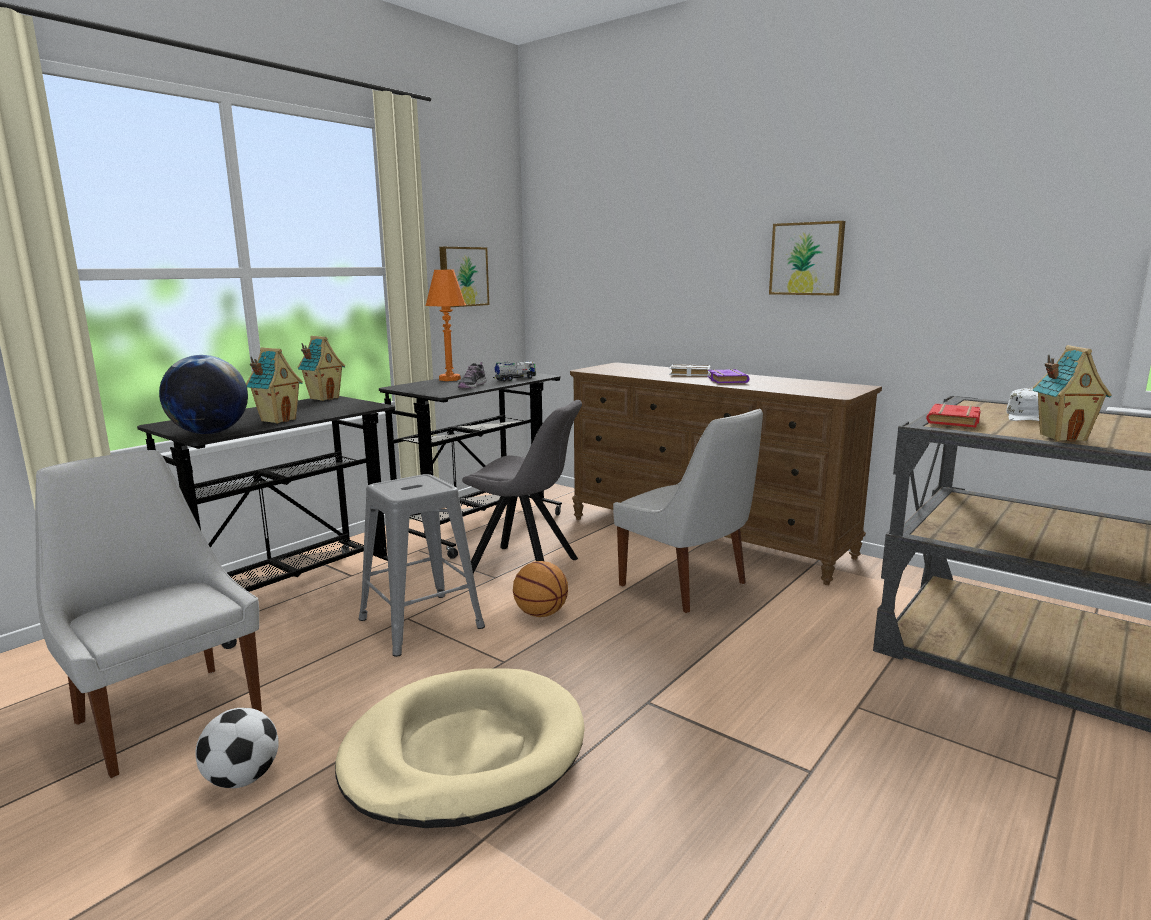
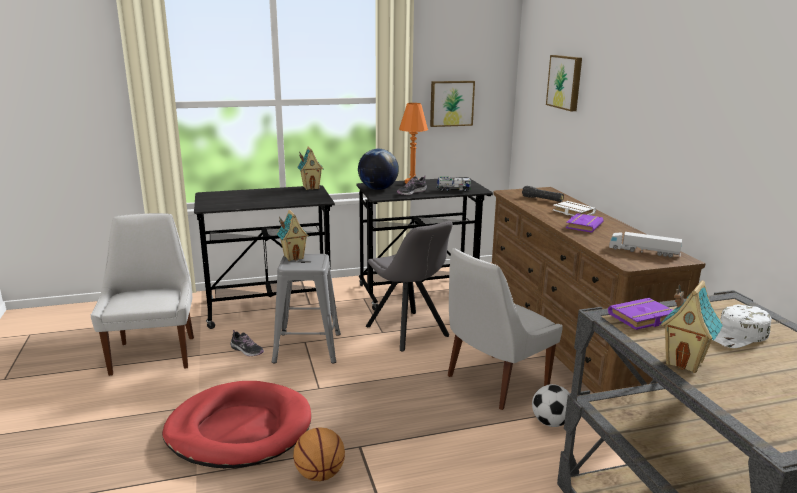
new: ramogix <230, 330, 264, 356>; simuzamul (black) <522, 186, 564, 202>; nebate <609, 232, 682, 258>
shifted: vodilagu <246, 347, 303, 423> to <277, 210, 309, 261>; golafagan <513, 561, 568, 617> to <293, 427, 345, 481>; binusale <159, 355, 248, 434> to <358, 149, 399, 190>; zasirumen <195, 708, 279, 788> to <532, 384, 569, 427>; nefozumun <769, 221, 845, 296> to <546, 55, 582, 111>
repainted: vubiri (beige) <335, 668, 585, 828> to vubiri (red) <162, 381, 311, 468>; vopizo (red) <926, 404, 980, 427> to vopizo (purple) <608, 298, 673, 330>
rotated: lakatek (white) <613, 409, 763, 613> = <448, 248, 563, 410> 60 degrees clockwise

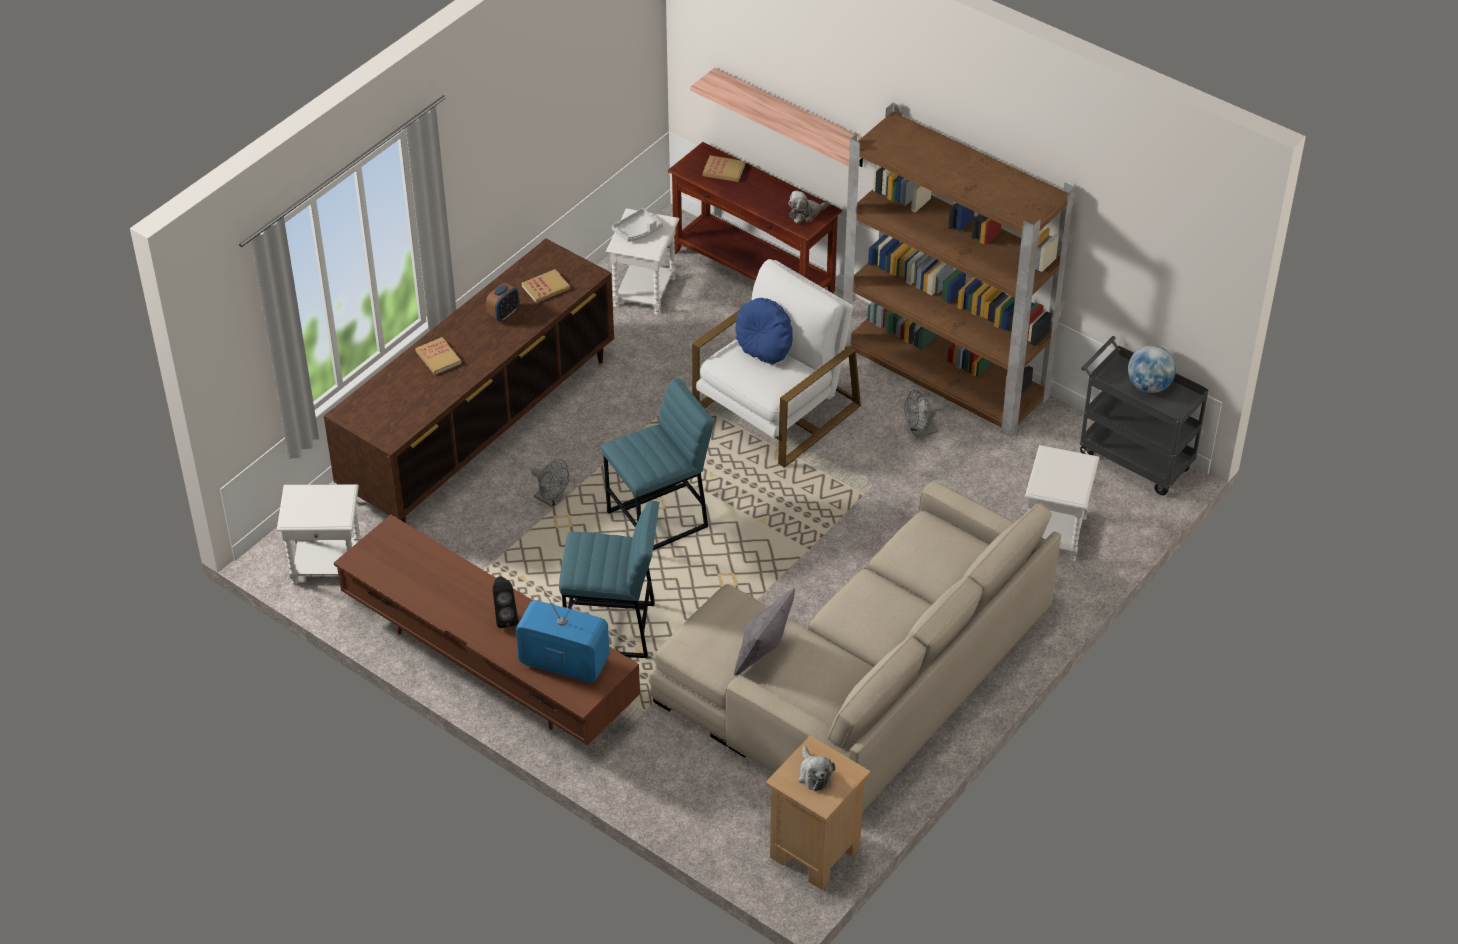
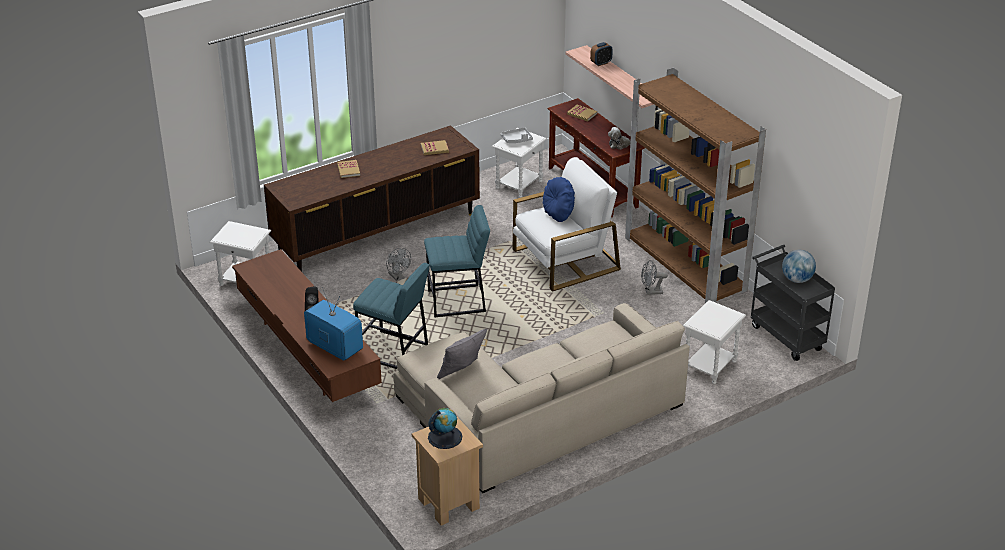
shifted: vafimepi <486, 283, 519, 322> to <590, 42, 613, 66>
swapped: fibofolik <799, 746, 835, 791> to binusale <428, 408, 462, 449>

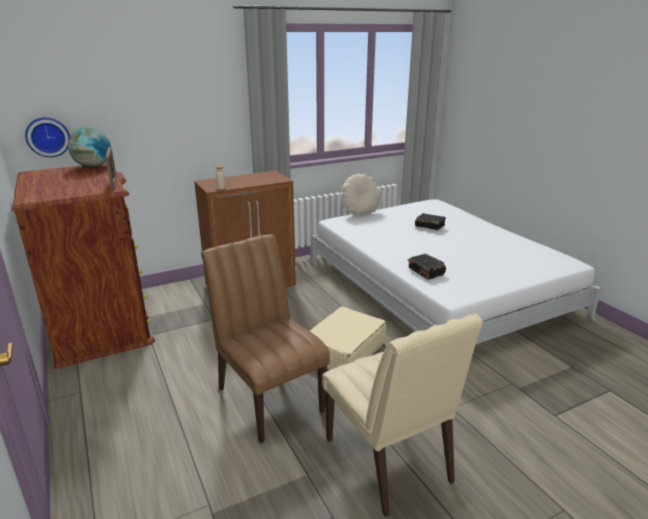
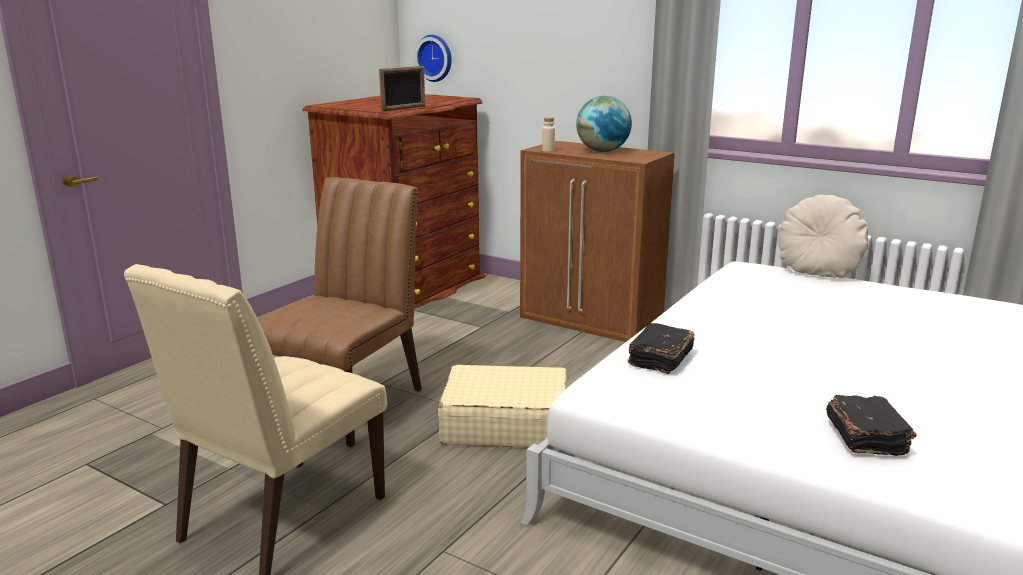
shifted: binusale <68, 127, 111, 167> to <576, 96, 632, 152>; vopizo (black) <415, 213, 446, 230> to <826, 395, 917, 456>

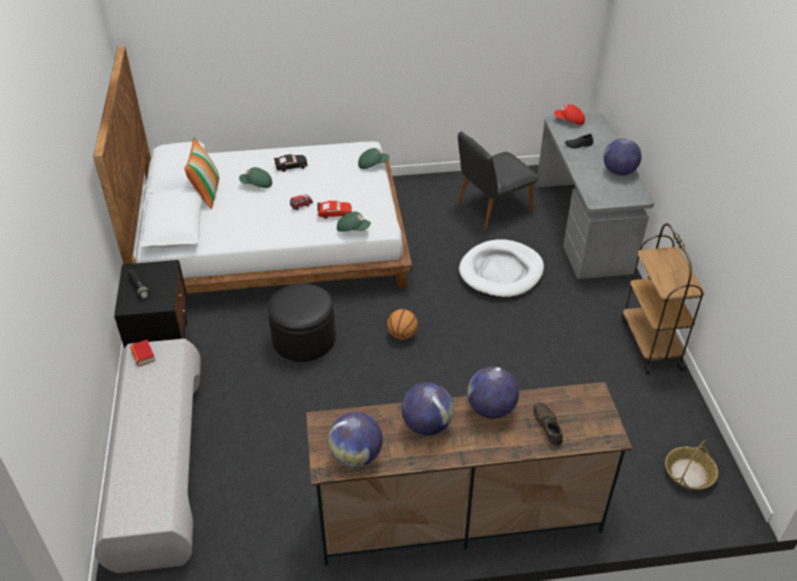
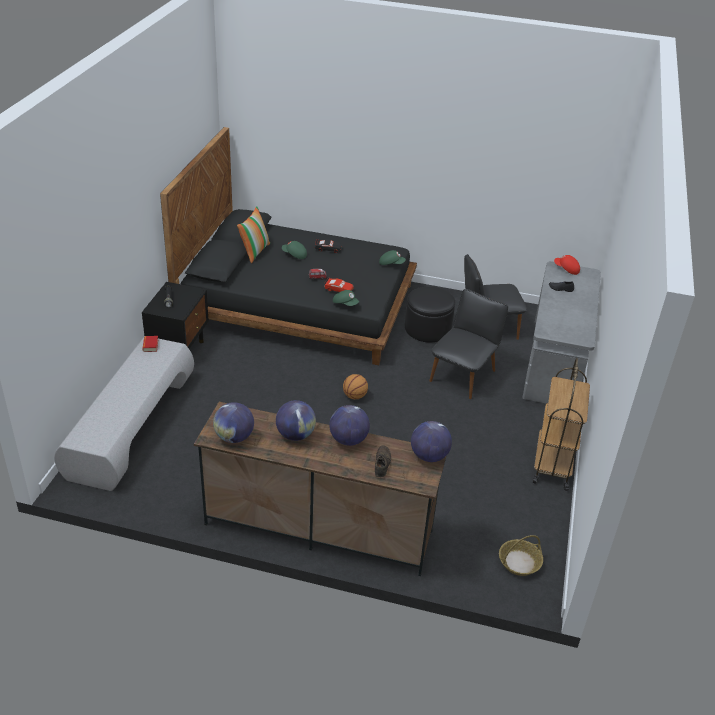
shifted: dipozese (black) <267, 283, 336, 362> to <405, 286, 455, 343>; binusale <604, 138, 641, 176> to <411, 421, 452, 462>
swapped: vubiri (white) <459, 239, 544, 298> to lakatek (black) <429, 289, 508, 399>
repainted: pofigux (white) <93, 46, 412, 293> to pofigux (black) <160, 127, 417, 365>

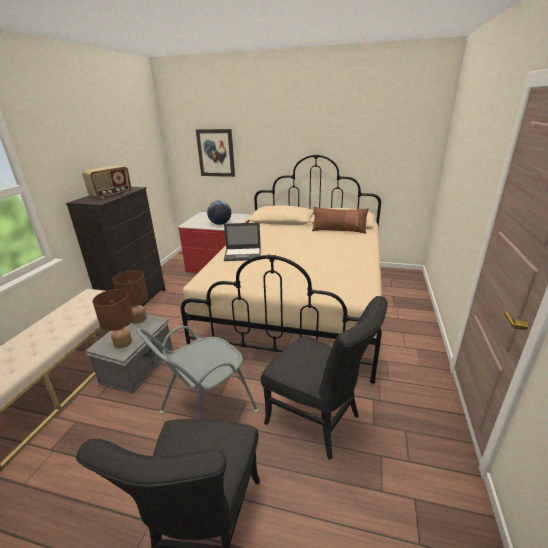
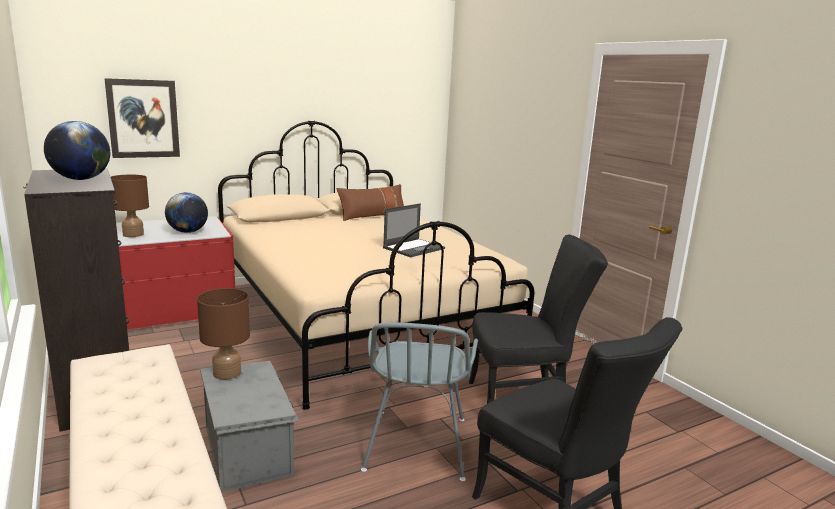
shifted: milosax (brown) <92, 289, 134, 348> to <111, 175, 149, 237>; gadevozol <224, 223, 261, 261> to <383, 203, 445, 257>
swapped: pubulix <82, 165, 131, 199> to binusale <44, 121, 110, 180>

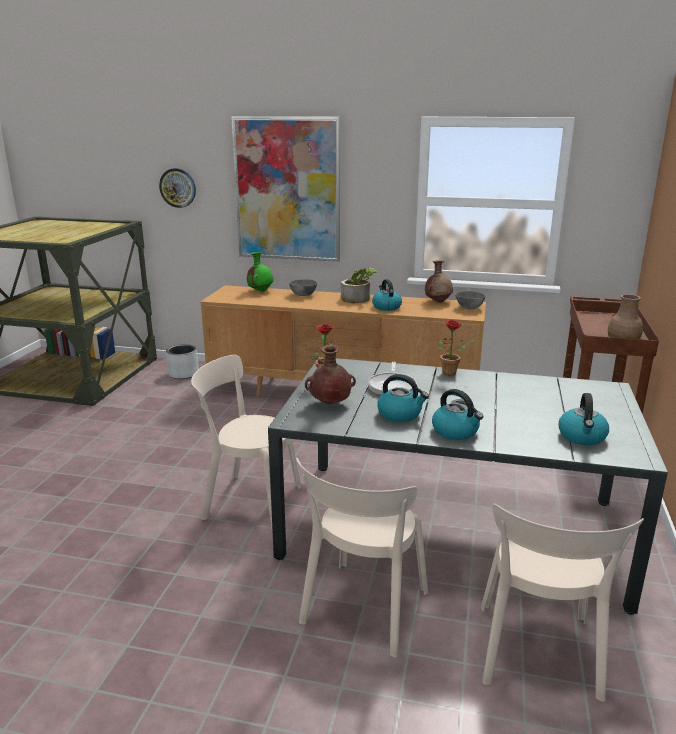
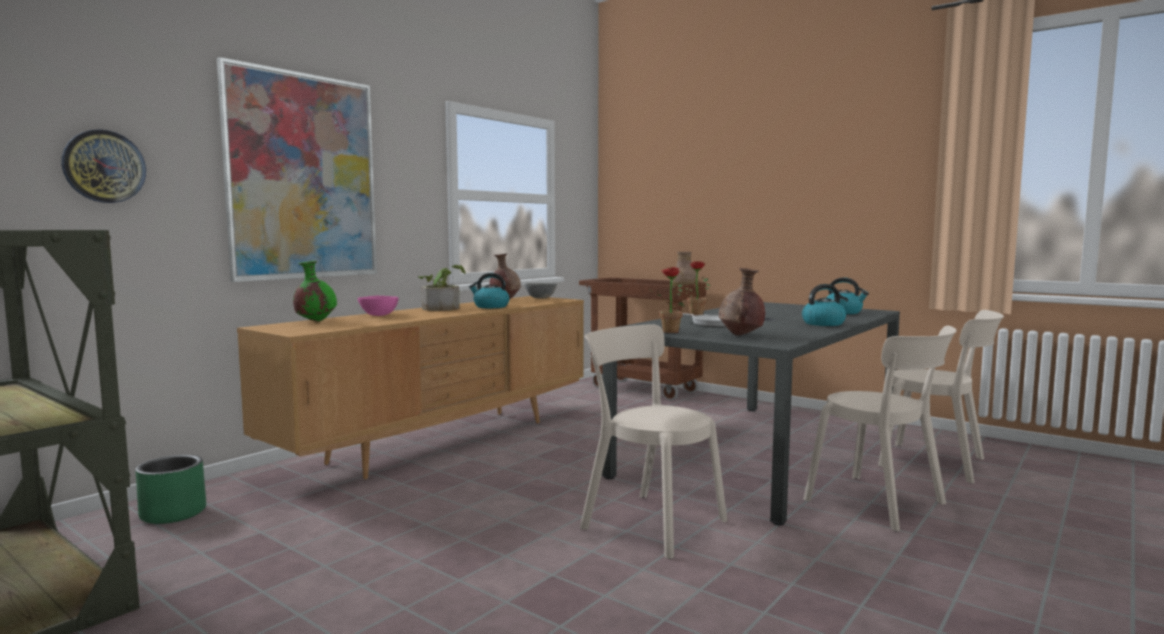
gone: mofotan <377, 374, 429, 422>
repainted: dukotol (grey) <166, 344, 199, 379> to dukotol (green) <135, 455, 206, 524>; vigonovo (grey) <289, 279, 317, 296> to vigonovo (pink) <358, 296, 398, 316>
rotated: lakatek (beige) <191, 355, 301, 529> = <580, 324, 727, 559> 90 degrees clockwise

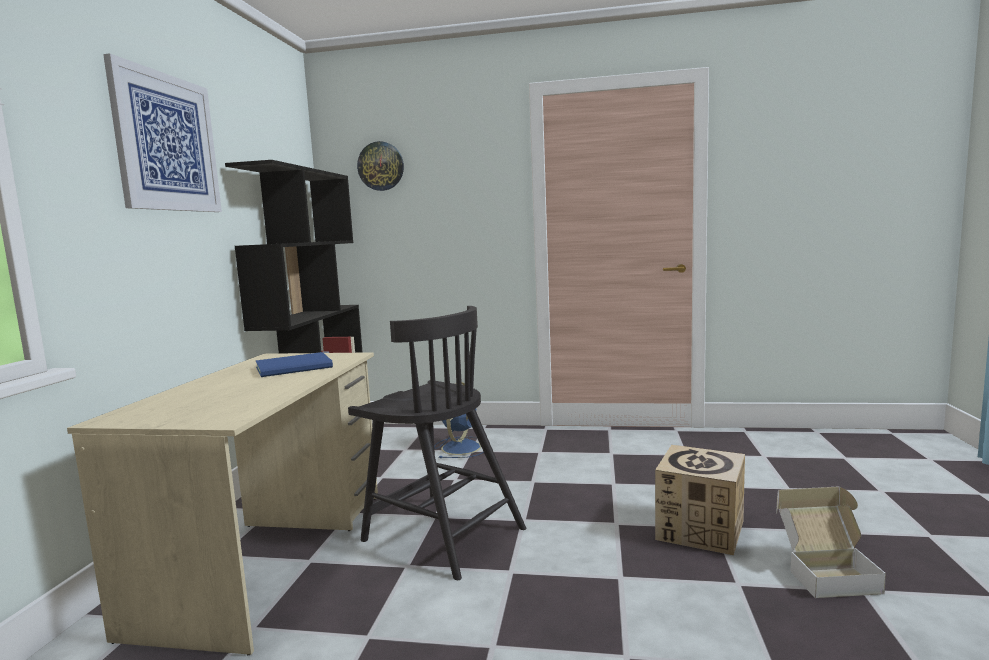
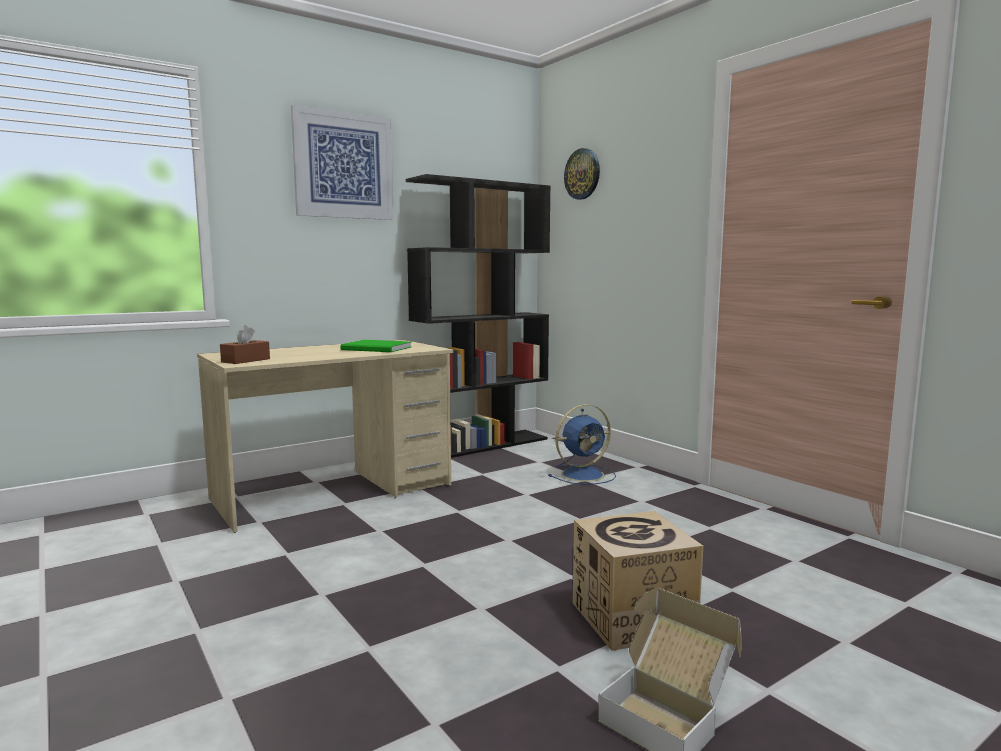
gone: lakatek (black) <348, 306, 526, 580>
new: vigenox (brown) <220, 325, 270, 364>
repainted: vopizo (blue) <256, 352, 333, 377> to vopizo (green) <340, 340, 411, 352>

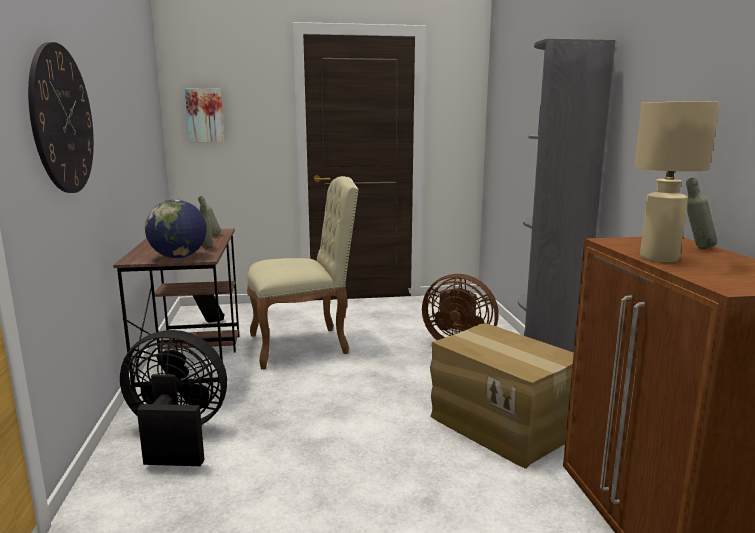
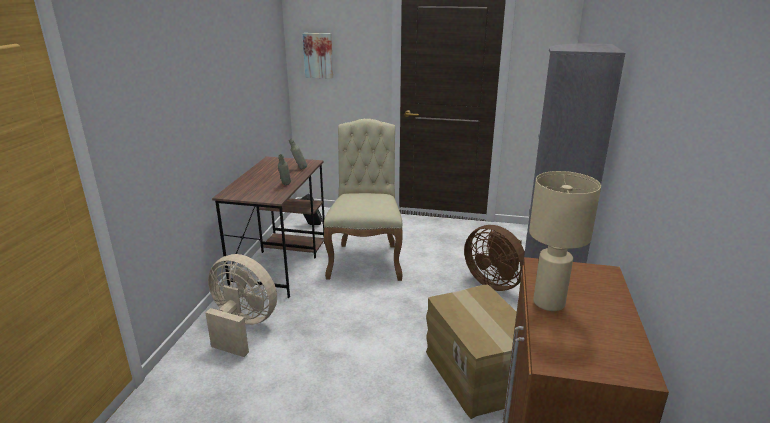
gone: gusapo <28, 42, 94, 193>; binusale <145, 199, 207, 258>; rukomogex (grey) <686, 177, 717, 249>
repainted: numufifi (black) <120, 330, 227, 466> to numufifi (beige) <205, 254, 277, 357>
rotated: lakatek (beige) <247, 176, 359, 369> = <324, 118, 402, 281> 90 degrees counterclockwise

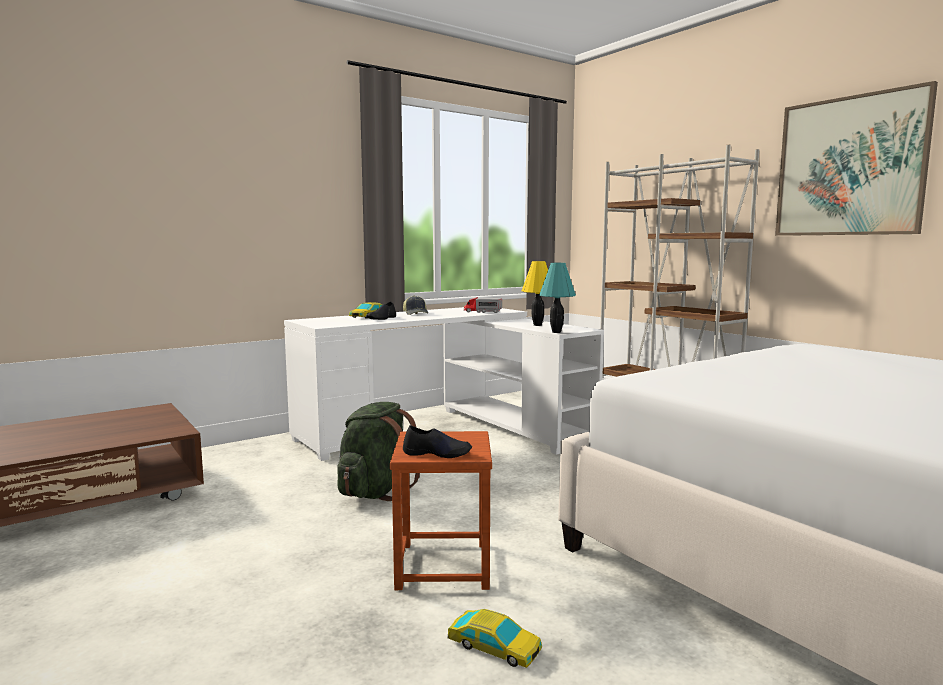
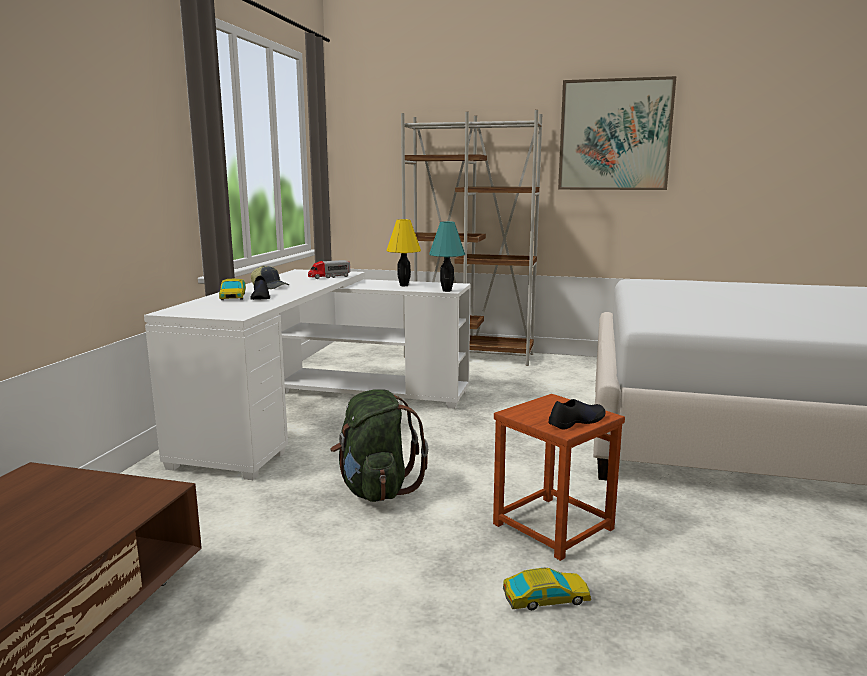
shifted: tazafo <448, 609, 542, 668> to <503, 567, 591, 610>

